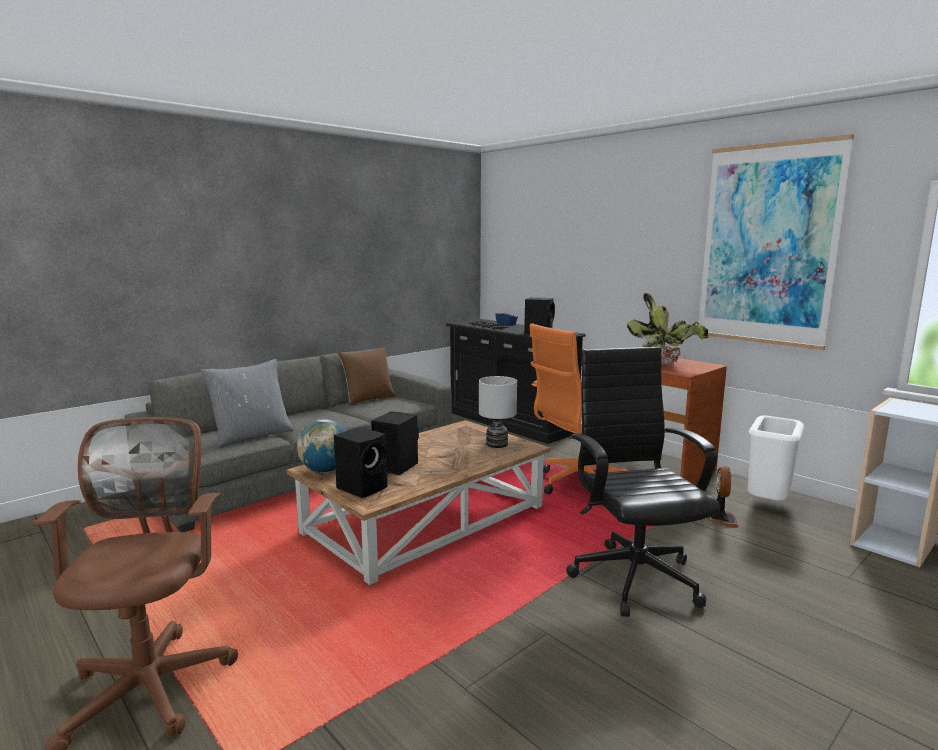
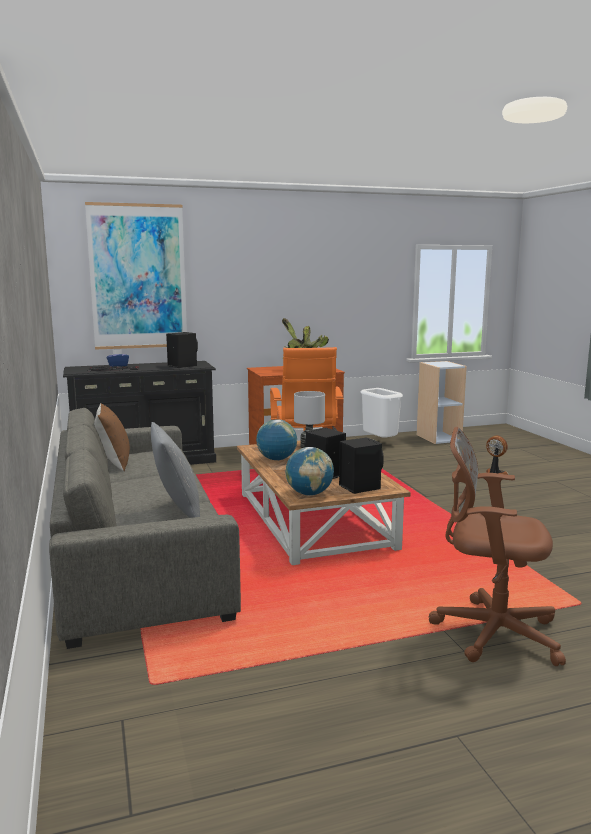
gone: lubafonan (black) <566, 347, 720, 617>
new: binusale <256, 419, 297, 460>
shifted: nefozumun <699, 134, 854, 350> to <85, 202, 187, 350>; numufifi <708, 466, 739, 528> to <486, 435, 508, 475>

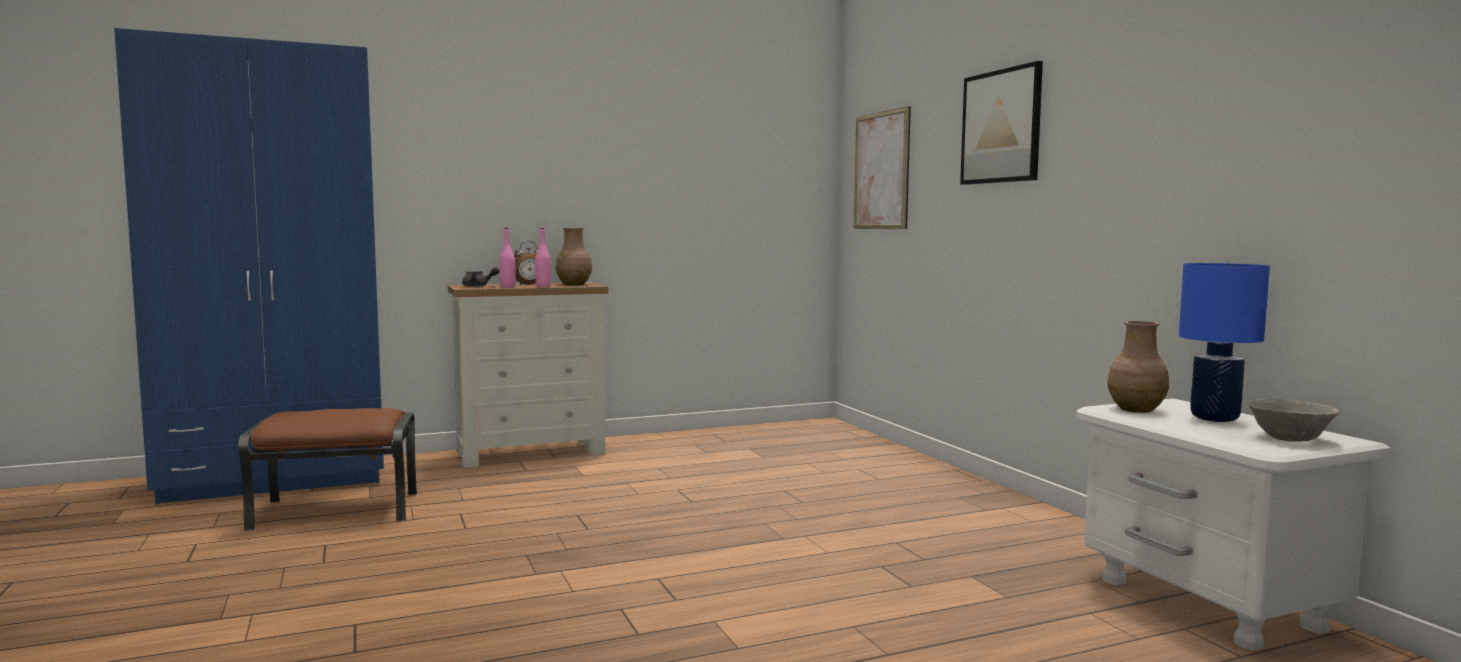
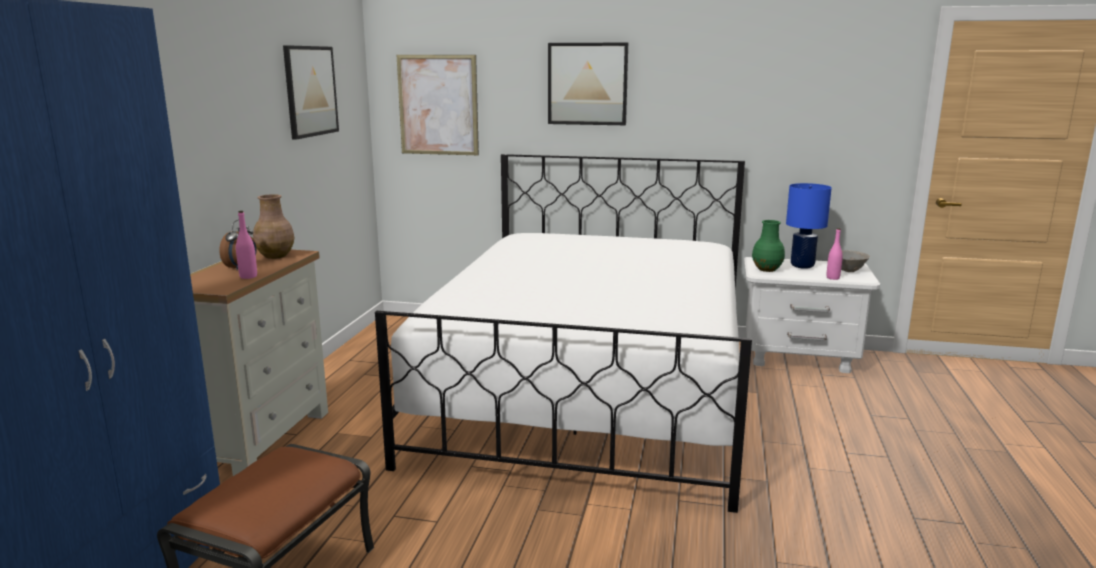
gone: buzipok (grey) <462, 267, 499, 287>
new: nefozumun <283, 45, 339, 140>; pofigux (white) <375, 154, 752, 513>
shifted: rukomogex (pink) <535, 228, 551, 287> to <827, 228, 843, 280>
repainted: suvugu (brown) <1107, 321, 1169, 413> to suvugu (green) <752, 220, 785, 272>

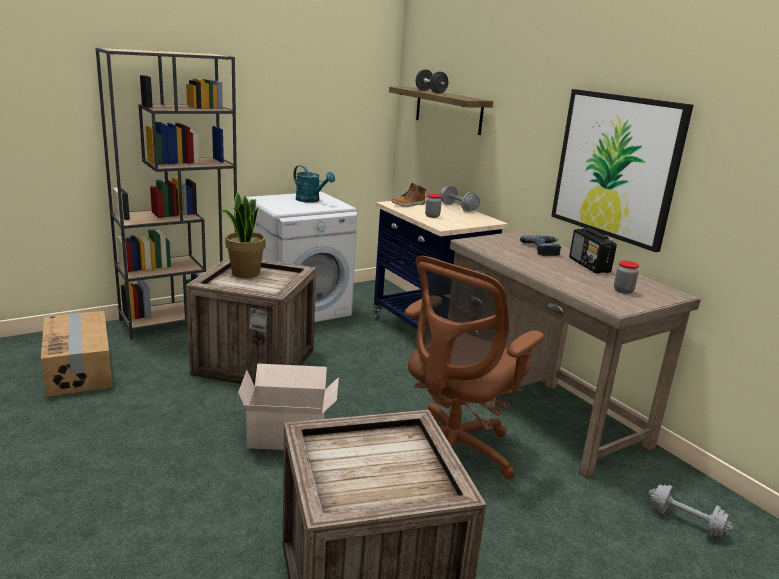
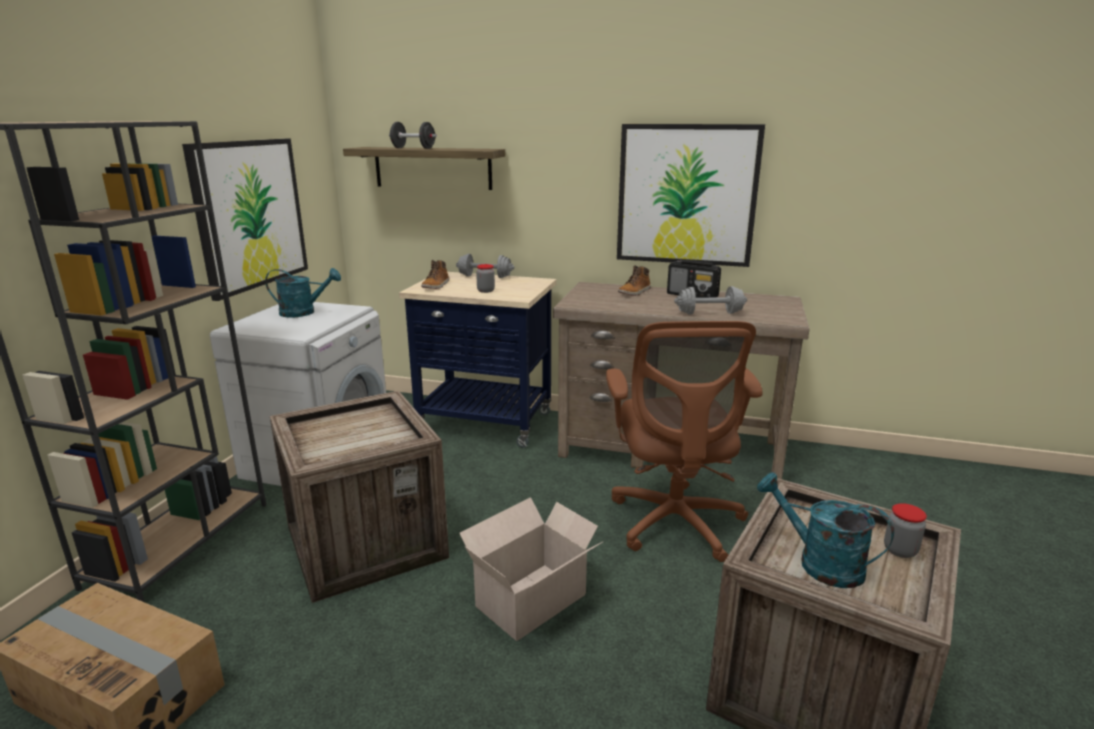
gone: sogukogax <219, 193, 266, 278>
new: nefozumun <182, 139, 308, 301>; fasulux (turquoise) <757, 472, 894, 588>
shifted: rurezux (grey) <649, 485, 733, 537> to <674, 286, 747, 314>; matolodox <614, 261, 639, 294> to <884, 503, 927, 558>
swapped: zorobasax <520, 235, 562, 256> to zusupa <618, 265, 651, 296>

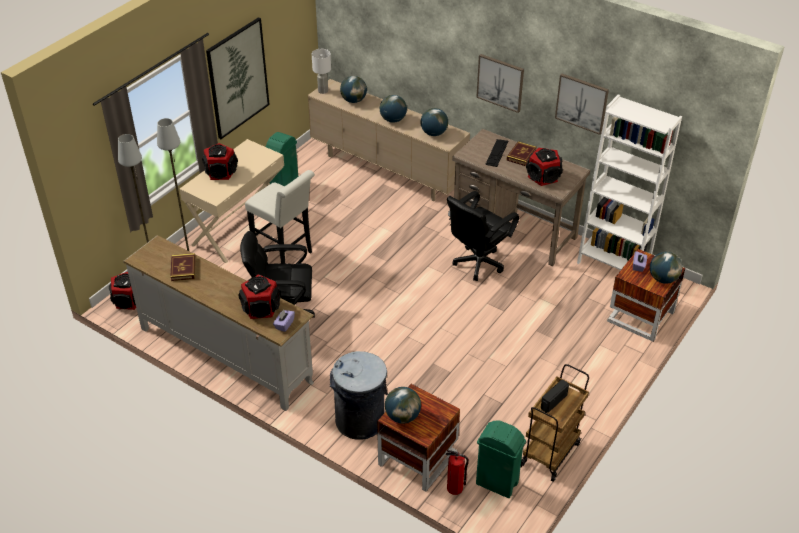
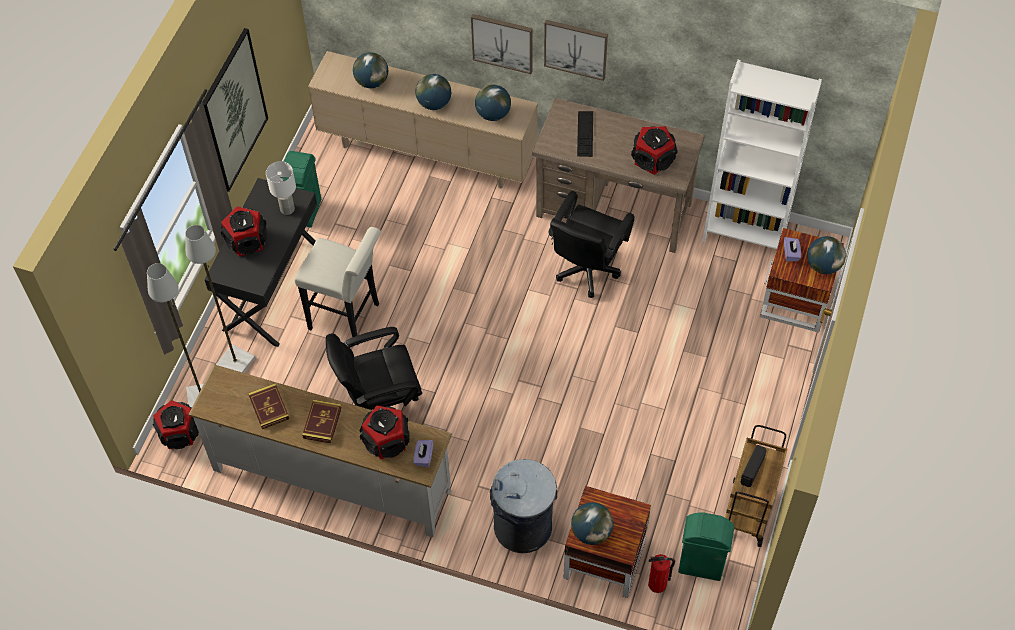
shifted: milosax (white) <312, 49, 331, 94> to <266, 161, 296, 215>; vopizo <507, 141, 537, 166> to <302, 400, 342, 443>; nefozumun <555, 74, 609, 135> to <471, 14, 533, 74>
repainted: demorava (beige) <180, 139, 284, 263> to demorava (black) <204, 178, 317, 347>

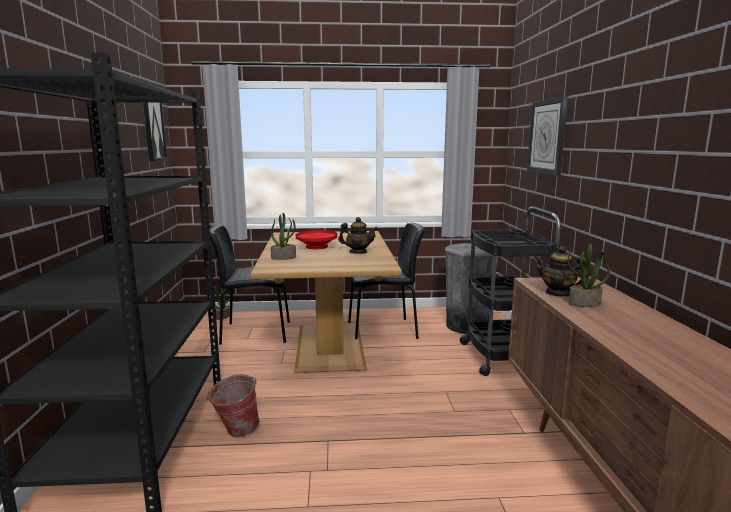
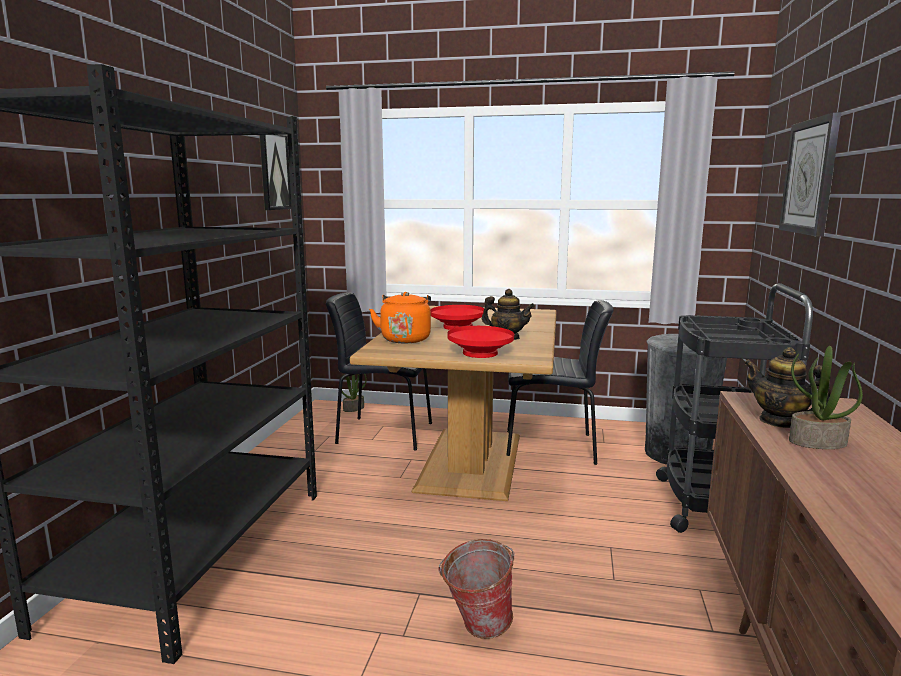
new: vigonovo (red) <447, 326, 514, 358>
shifted: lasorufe <206, 374, 259, 437> to <438, 539, 515, 639>
swapped: sogukogax <271, 213, 296, 260> to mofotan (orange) <369, 292, 431, 343>

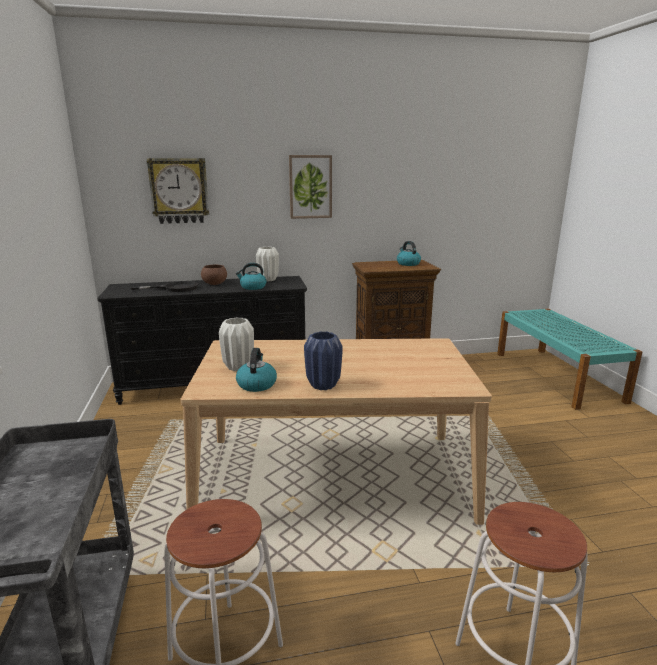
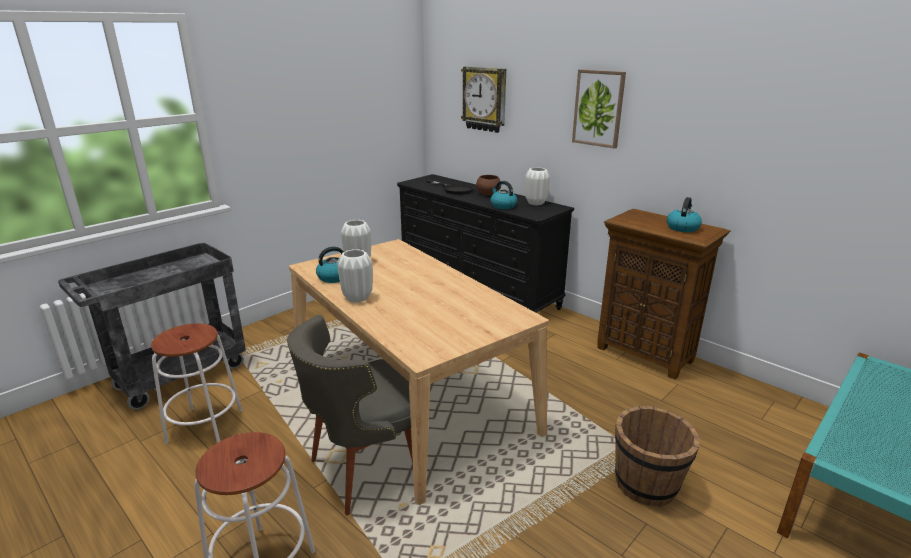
new: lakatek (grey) <287, 315, 413, 515>; lasorufe (brown) <615, 406, 700, 507>
repainted: suvugu (blue) <304, 332, 343, 390> to suvugu (white) <337, 249, 373, 303>

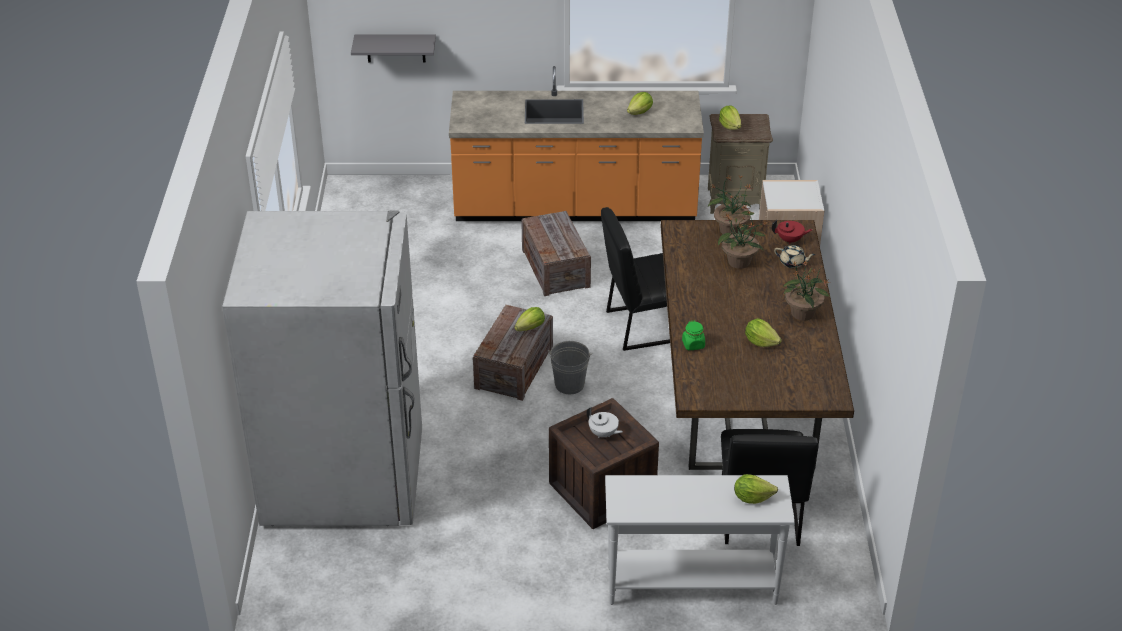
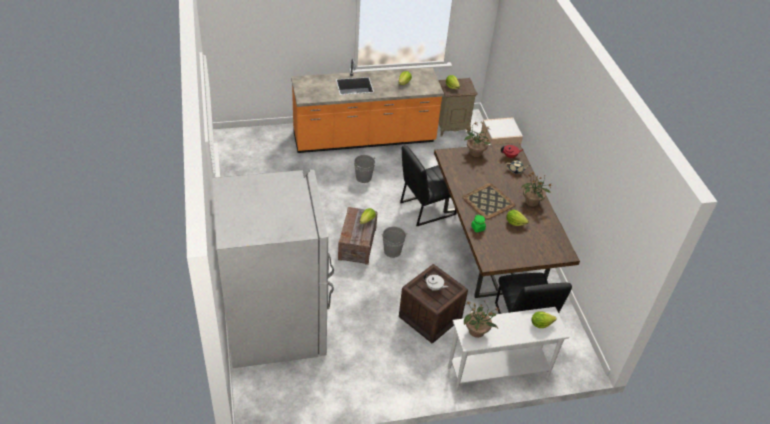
gone: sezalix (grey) <351, 35, 436, 62>
new: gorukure <462, 183, 515, 220>
shifted: sogukogax <718, 211, 768, 269> to <464, 300, 499, 338>
swapped: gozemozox <521, 211, 591, 296> to lasorufe (grey) <354, 155, 376, 183>

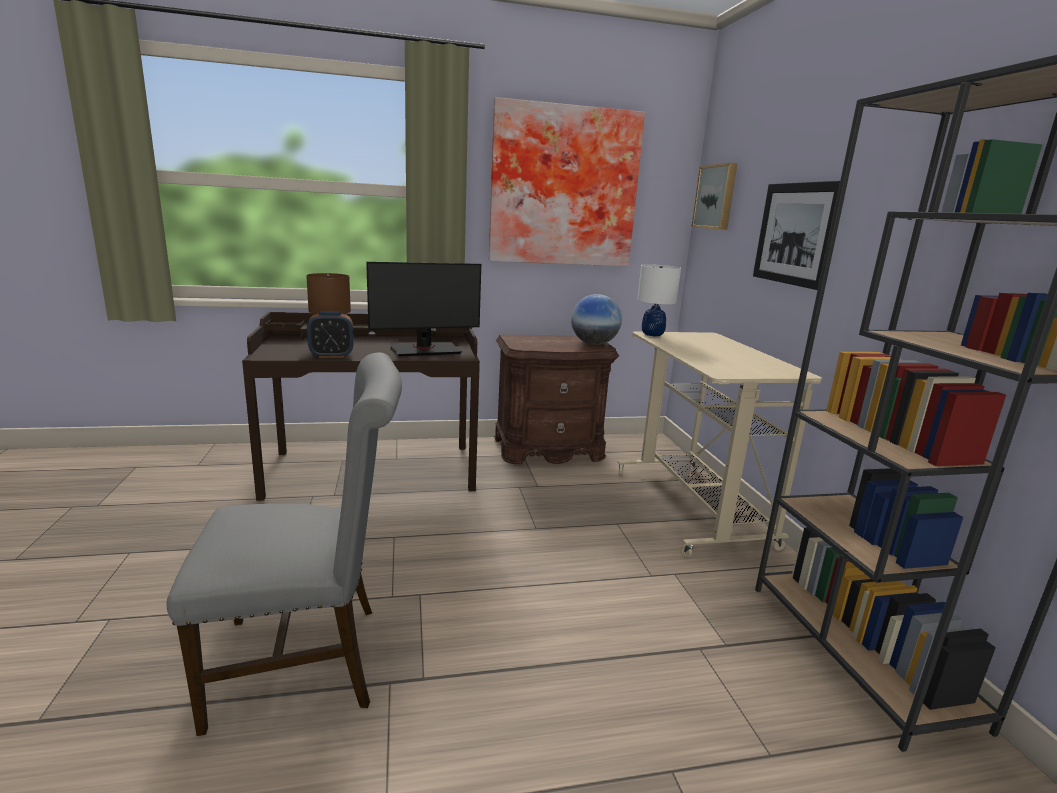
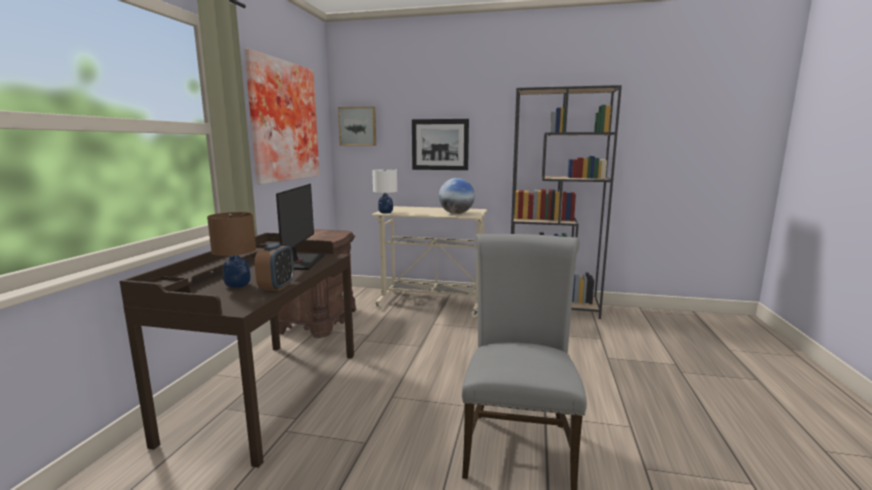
shifted: binusale <571, 294, 622, 345> to <439, 178, 475, 214>

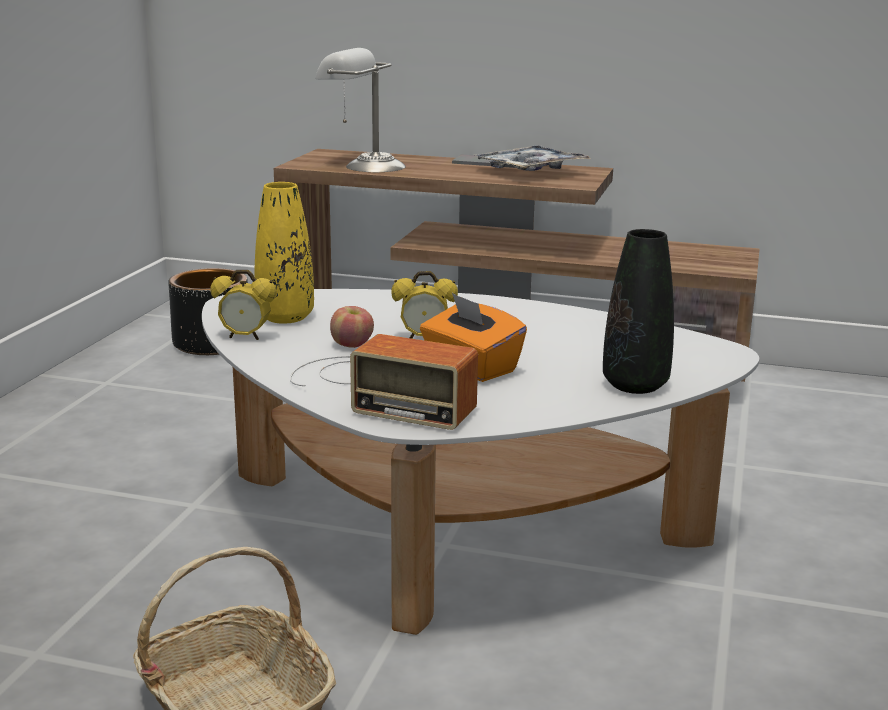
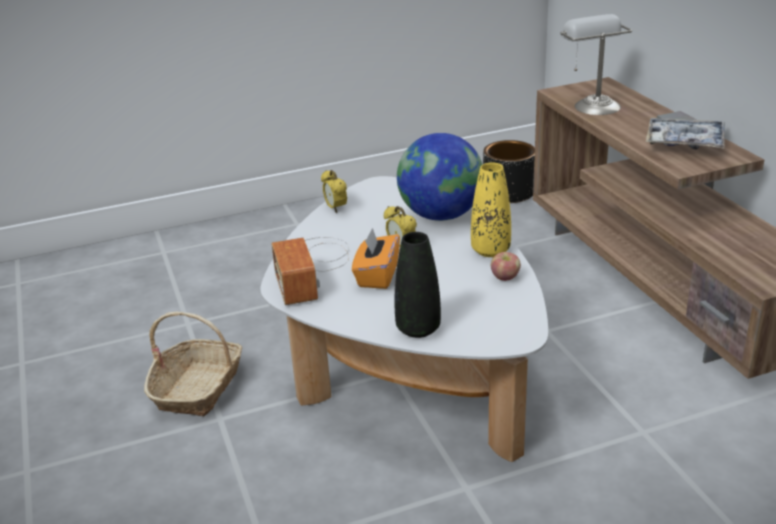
new: binusale <397, 133, 483, 221>
shifted: suvugu (yellow) <255, 182, 314, 324> to <471, 162, 511, 257>; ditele <330, 306, 374, 348> to <491, 252, 521, 281>

